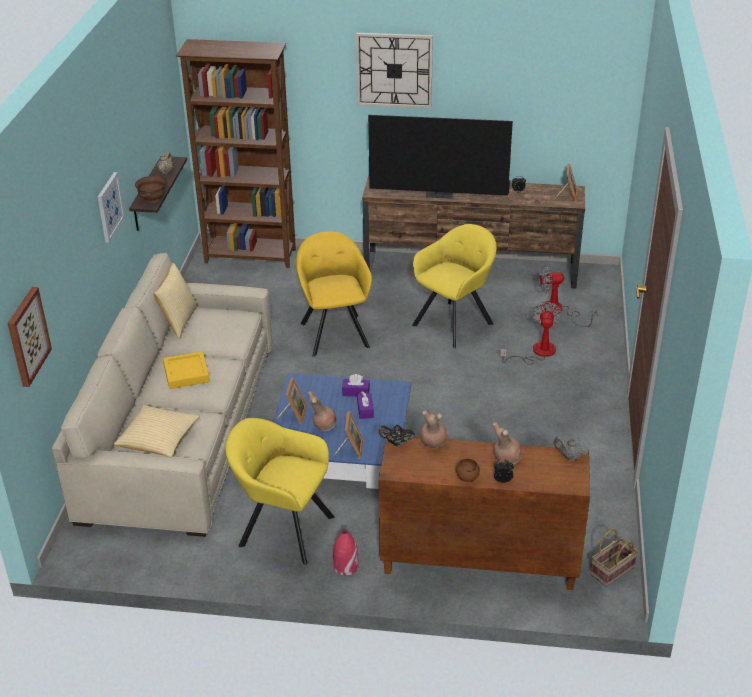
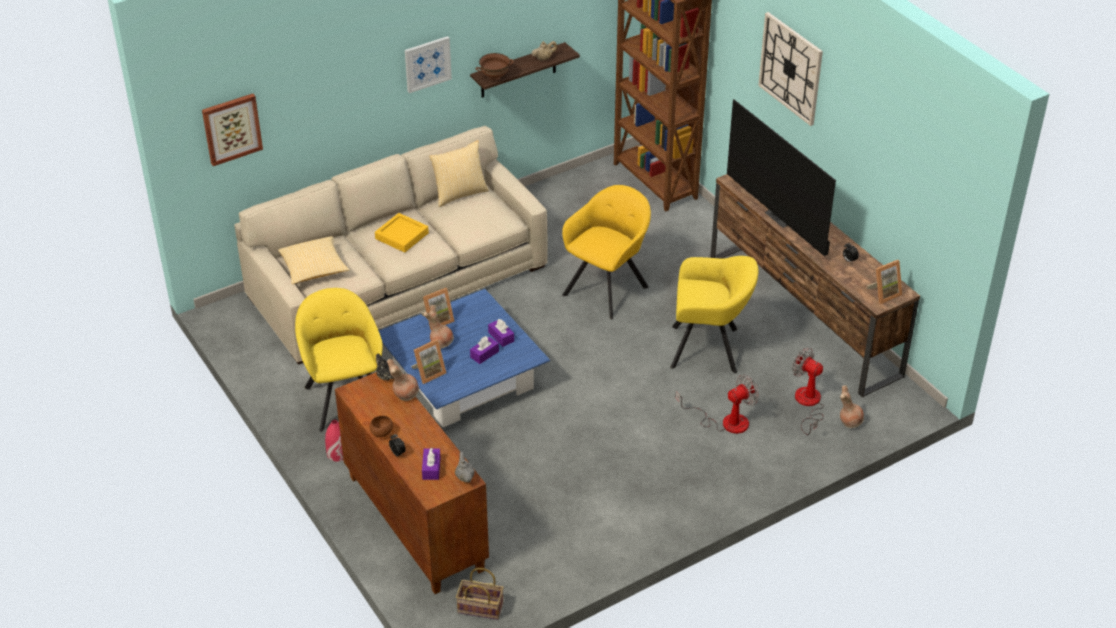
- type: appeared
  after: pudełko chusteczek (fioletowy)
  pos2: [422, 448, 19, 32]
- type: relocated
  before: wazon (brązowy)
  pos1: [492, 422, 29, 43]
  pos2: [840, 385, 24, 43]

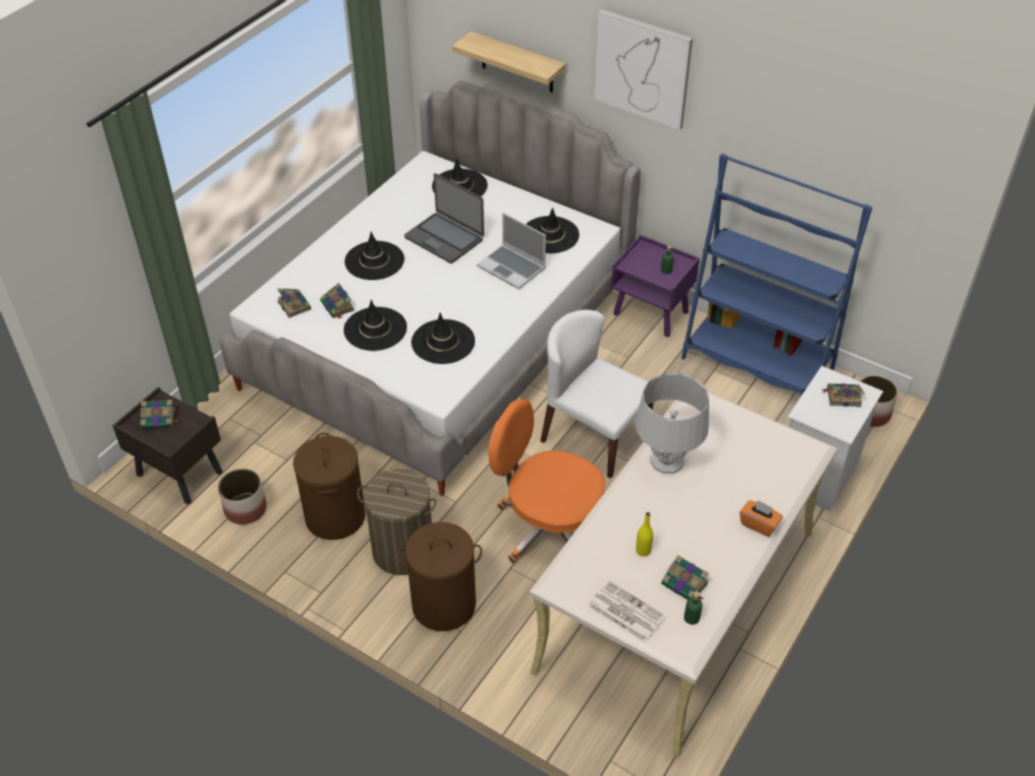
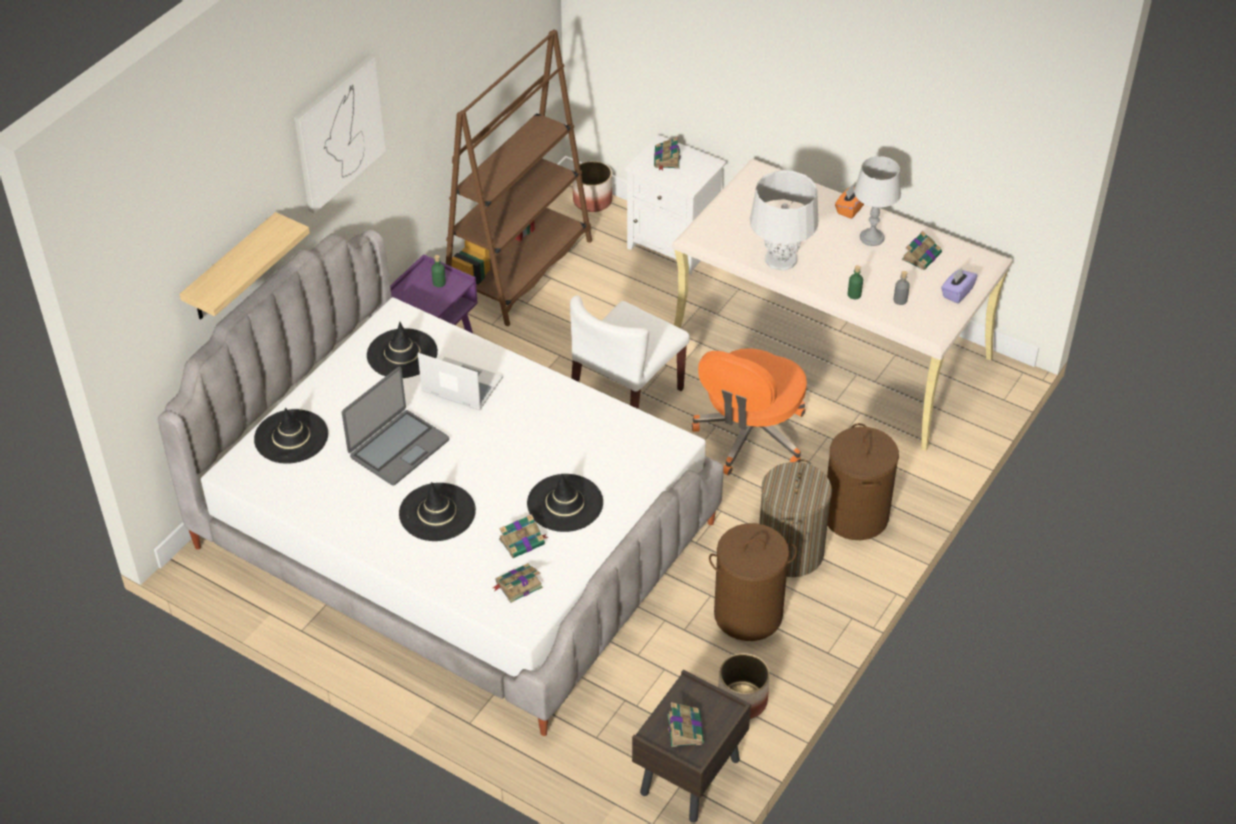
- type: missing
  before: kapelusz (czarny)
  pos1: [411, 313, 64, 51]
- type: missing
  before: butelka (żółty)
  pos1: [636, 512, 17, 45]
- type: appeared
  after: lampa stołowa (szary)
  pos2: [854, 156, 47, 90]
- type: appeared
  after: butelka (szary)
  pos2: [894, 271, 16, 34]
- type: relocated
  before: butelka (zielony)
  pos1: [684, 591, 19, 34]
  pos2: [848, 265, 15, 34]
- type: exchanged
  before: gazeta
  after: pudełko chusteczek (fioletowy)
  pos1: [588, 580, 78, 63]
  pos2: [941, 268, 37, 36]
- type: colour
  before: regał (niebieski)
  after: regał (brązowy)
  pos1: [681, 153, 192, 242]
  pos2: [446, 29, 146, 297]
- type: spun
  before: laptop
  pos1: [477, 213, 69, 76]
  pos2: [418, 353, 85, 57]
  turn: -105

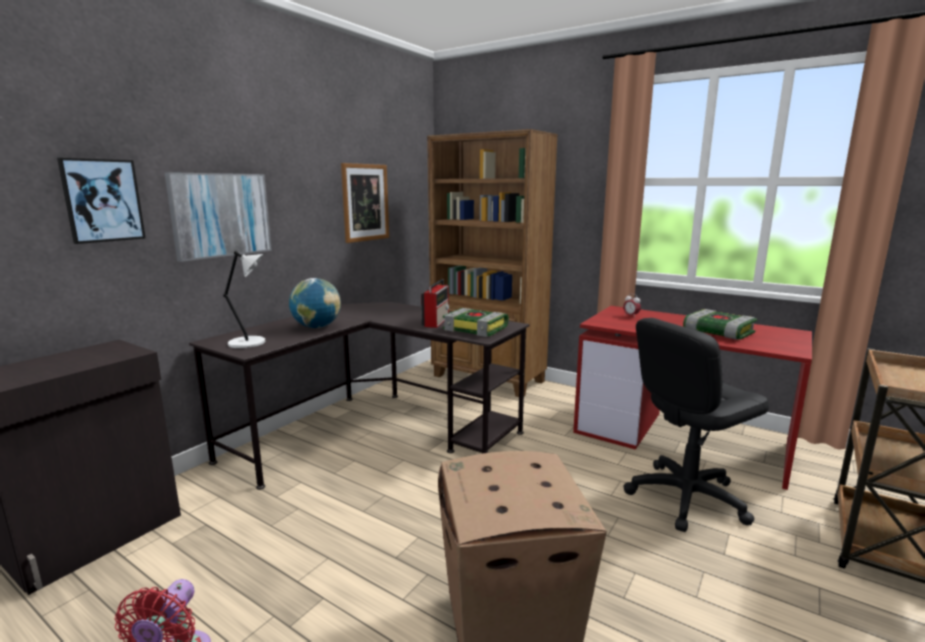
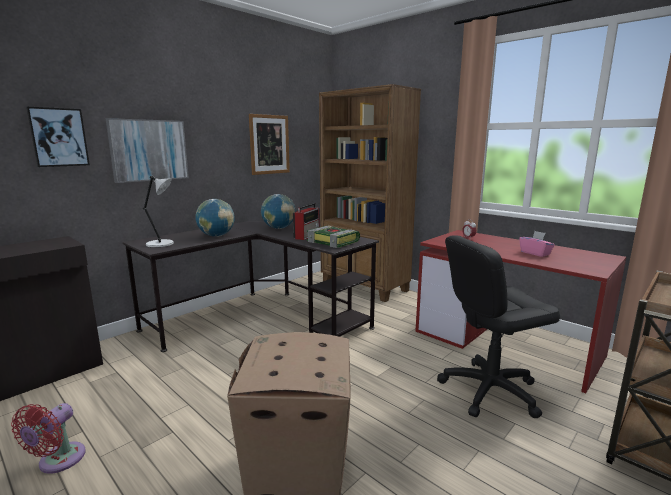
- type: appeared
  after: globus
  pos2: [261, 194, 35, 35]
- type: exchanged
  before: książka
  after: pudełko chusteczek (różowy)
  pos1: [683, 309, 74, 31]
  pos2: [519, 231, 36, 26]

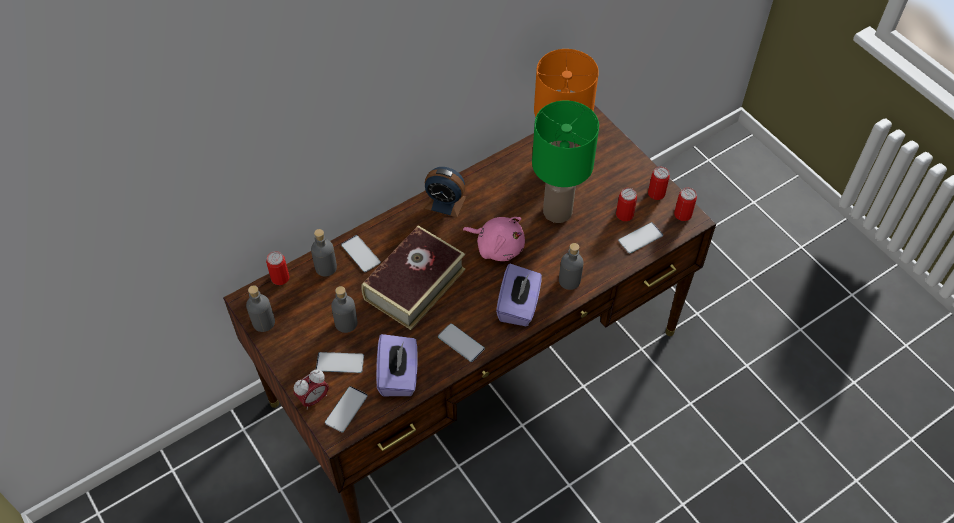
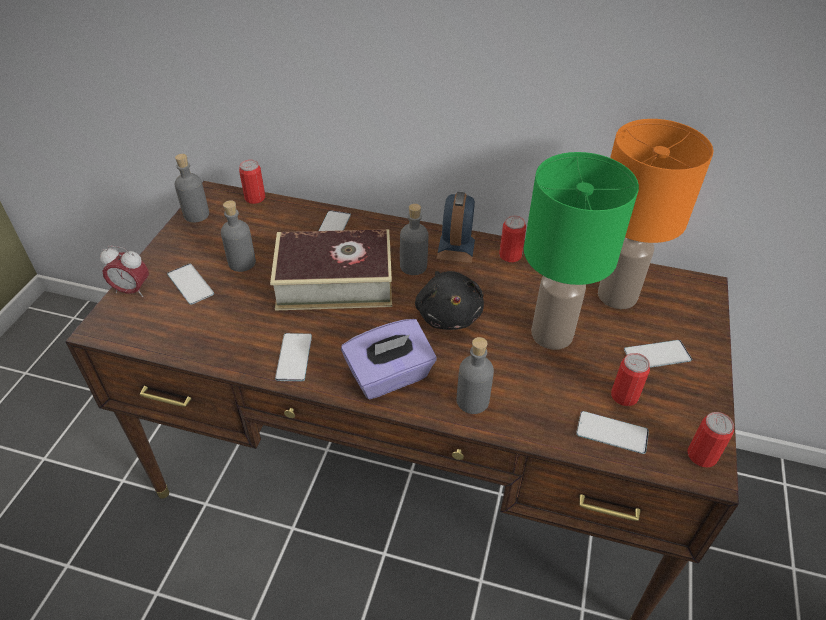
- type: missing
  before: pudełko chusteczek (fioletowy)
  pos1: [376, 334, 41, 62]
- type: relocated
  before: butelka (szary)
  pos1: [311, 229, 26, 48]
  pos2: [400, 204, 28, 71]
- type: relocated
  before: telefon
  pos1: [325, 386, 43, 47]
  pos2: [624, 340, 68, 28]
- type: relocated
  before: puszka
  pos1: [648, 167, 22, 33]
  pos2: [499, 216, 27, 46]
- type: colour
  before: pluszak (różowy)
  after: pluszak (czarny)
  pos1: [463, 217, 62, 44]
  pos2: [415, 271, 69, 59]
- type: spun
  before: budzik
  pos1: [425, 167, 41, 50]
  pos2: [436, 192, 40, 71]
  turn: -150

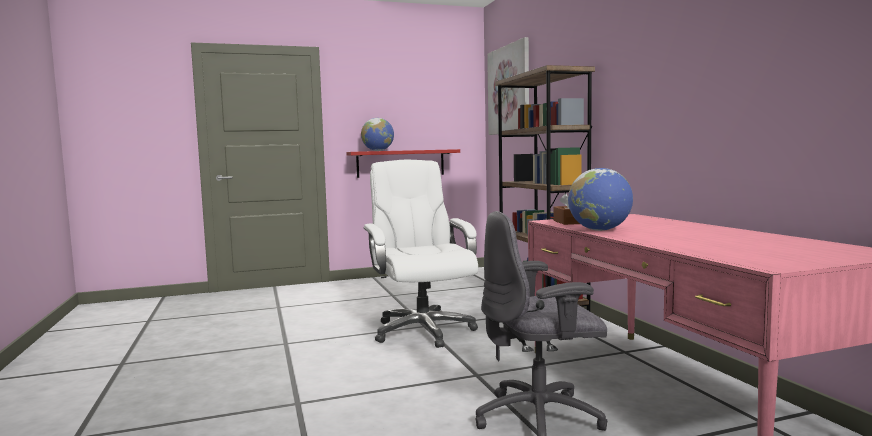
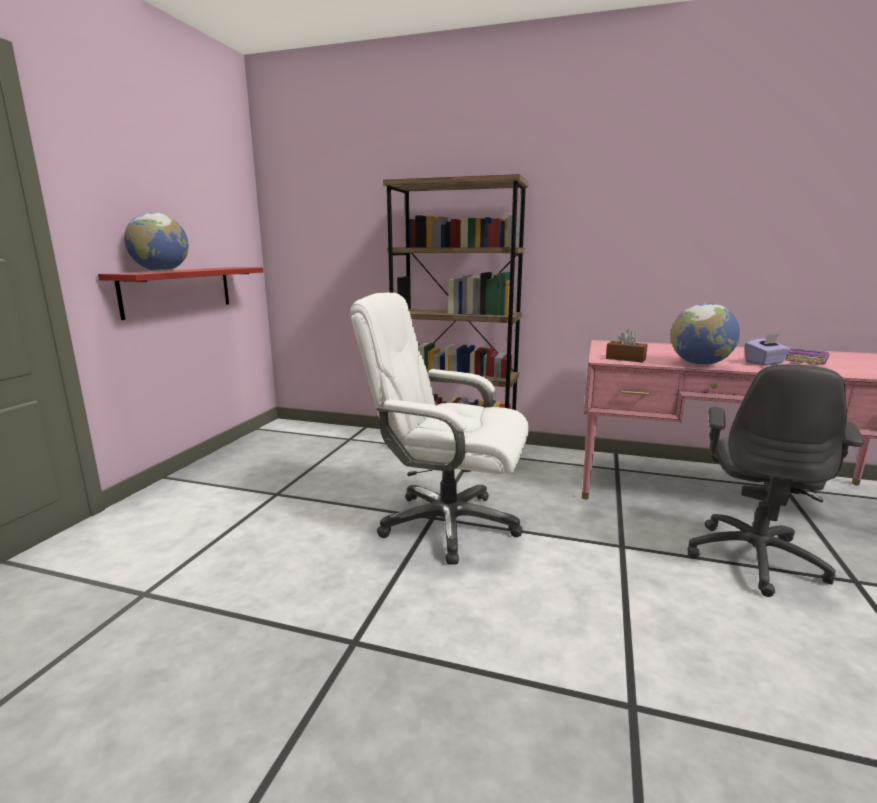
- type: missing
  before: obraz
  pos1: [487, 37, 42, 98]
- type: appeared
  after: pudełko chusteczek (fioletowy)
  pos2: [745, 334, 45, 32]
- type: appeared
  after: książka (fioletowy)
  pos2: [785, 348, 45, 17]

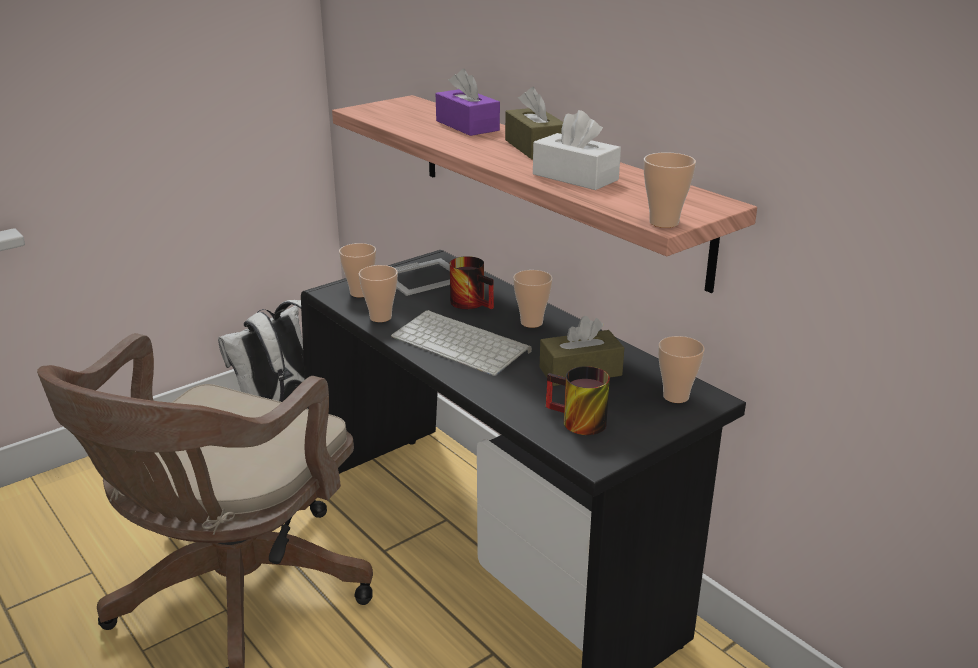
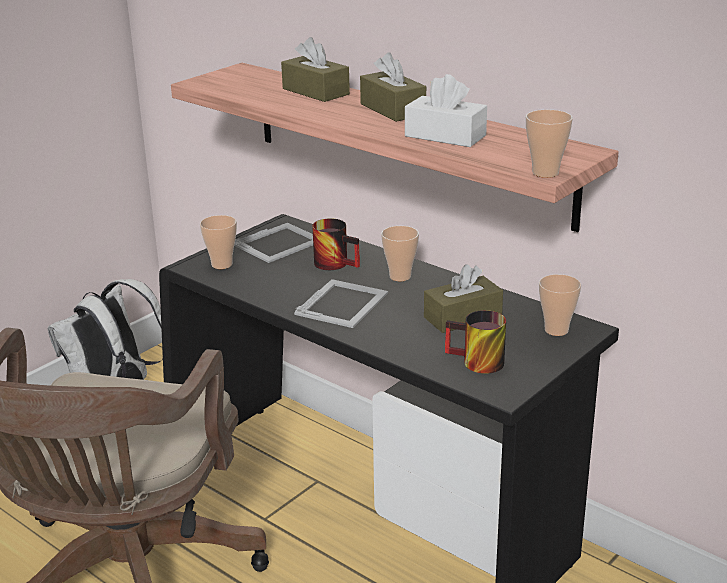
- type: missing
  before: filiżanka
  pos1: [359, 265, 39, 57]
- type: exchanged
  before: klawiatura
  after: ramka na zdjęcie
  pos1: [391, 310, 141, 66]
  pos2: [294, 279, 94, 49]
- type: colour
  before: pudełko chusteczek (fioletowy)
  after: pudełko chusteczek (brązowy)
  pos1: [436, 69, 64, 67]
  pos2: [281, 37, 69, 65]

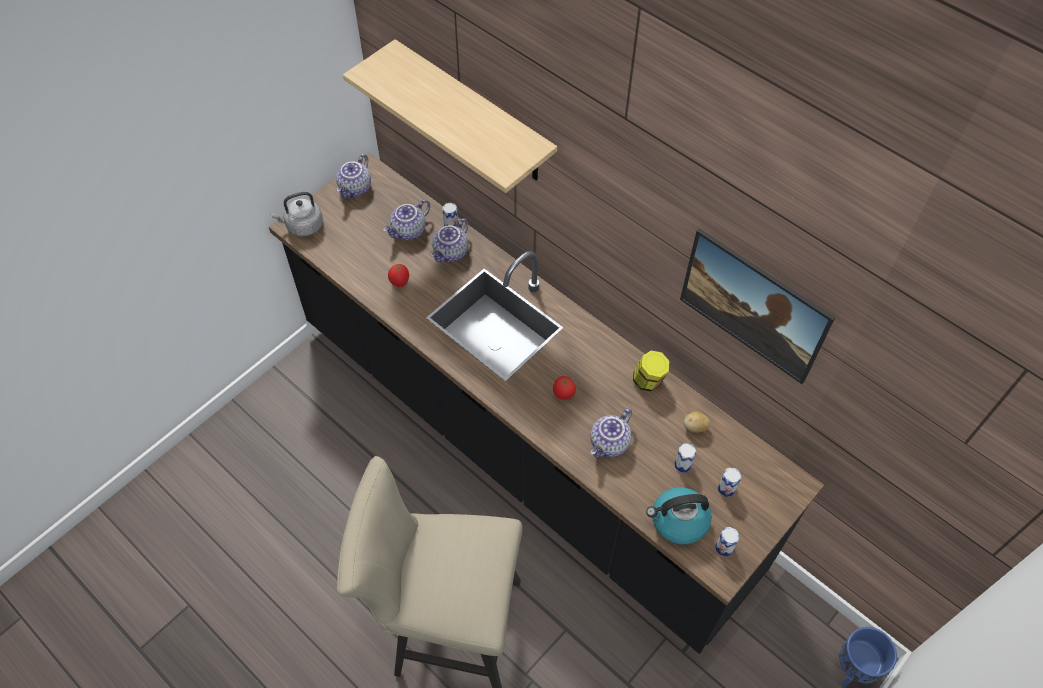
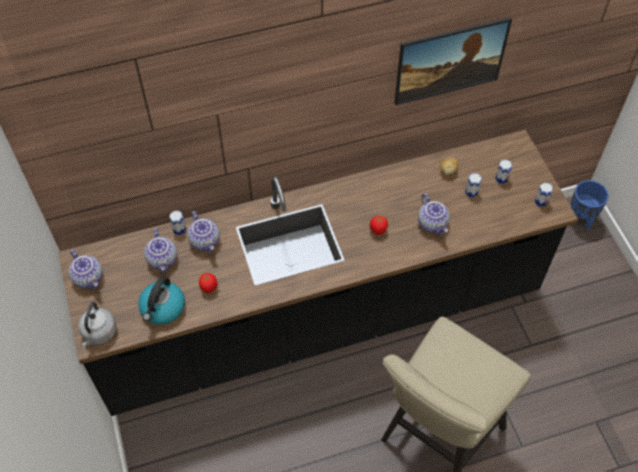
- type: missing
  before: półka
  pos1: [343, 39, 214, 154]
- type: missing
  before: słoik
  pos1: [633, 351, 36, 40]
- type: relocated
  before: czajnik
  pos1: [646, 487, 66, 58]
  pos2: [138, 276, 47, 48]

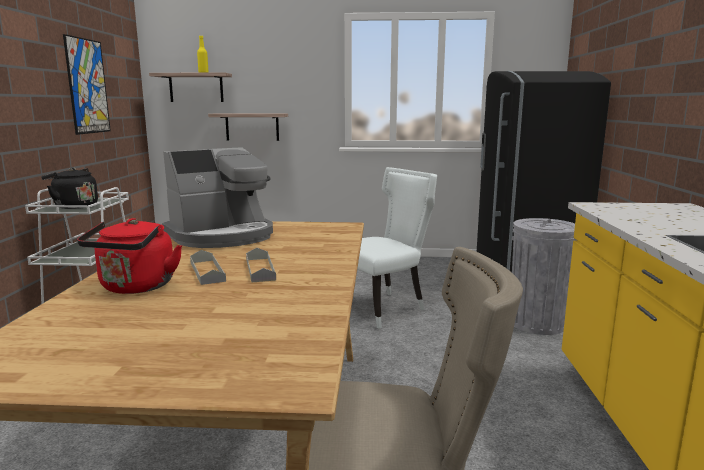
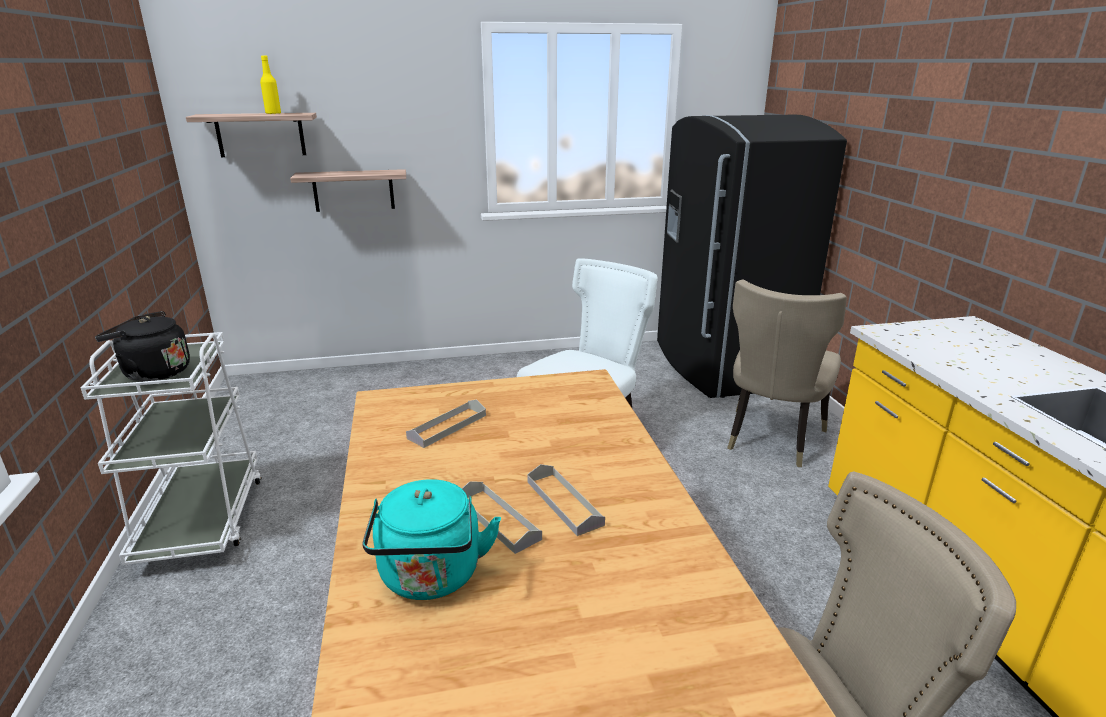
- type: missing
  before: obraz
  pos1: [63, 34, 48, 101]
- type: exchanged
  before: ekspres do kawy
  after: taca (szary)
  pos1: [162, 147, 111, 101]
  pos2: [406, 399, 80, 49]
- type: exchanged
  before: kosz na śmieci (szary)
  after: krzesło (beżowy)
  pos1: [512, 218, 64, 117]
  pos2: [727, 280, 120, 187]
- type: colour
  before: czajnik (czerwony)
  after: czajnik (turkusowy)
  pos1: [77, 218, 105, 76]
  pos2: [363, 479, 138, 121]

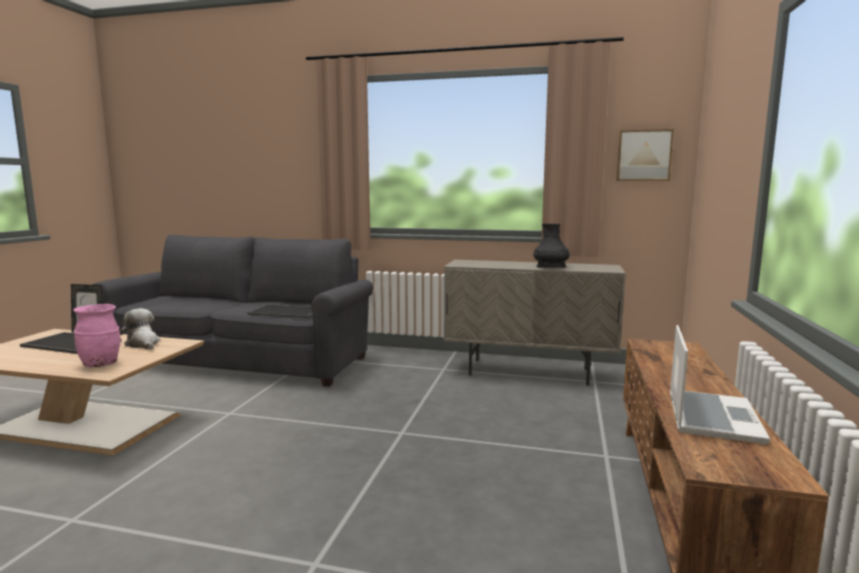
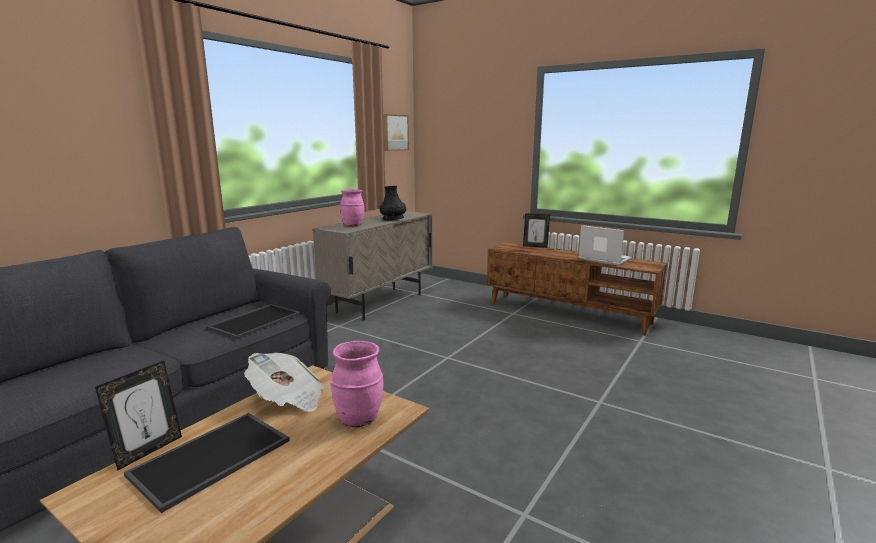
- type: appeared
  after: wazon (różowy)
  pos2: [340, 189, 25, 38]
- type: appeared
  after: ramka na zdjęcie
  pos2: [523, 213, 27, 35]
- type: exchanged
  before: pluszak
  after: gazeta
  pos1: [120, 308, 41, 42]
  pos2: [244, 353, 80, 59]

